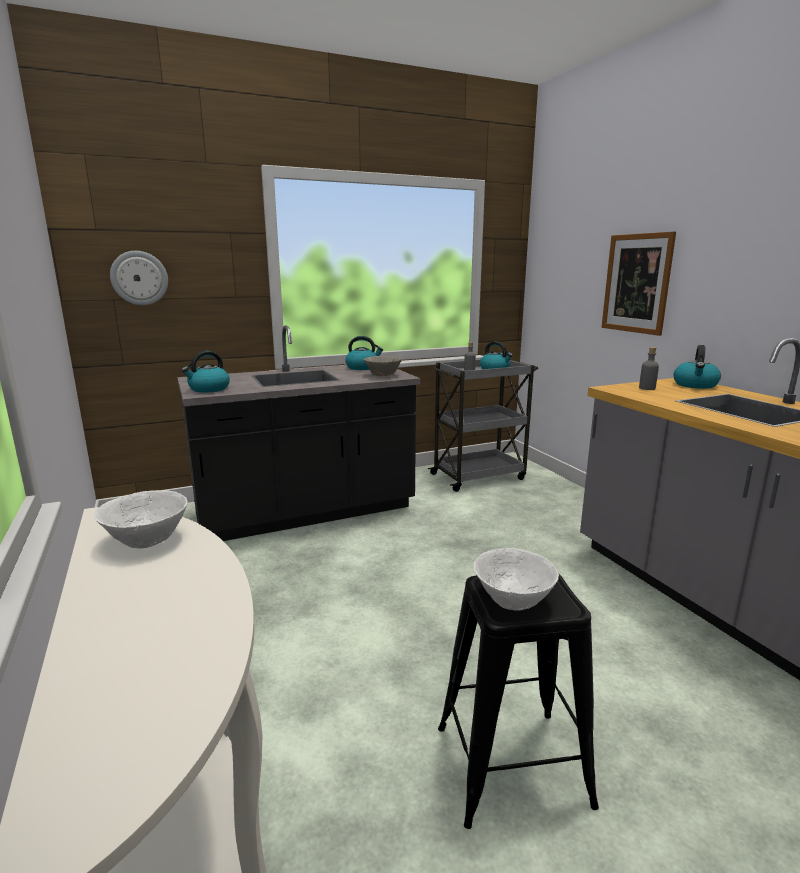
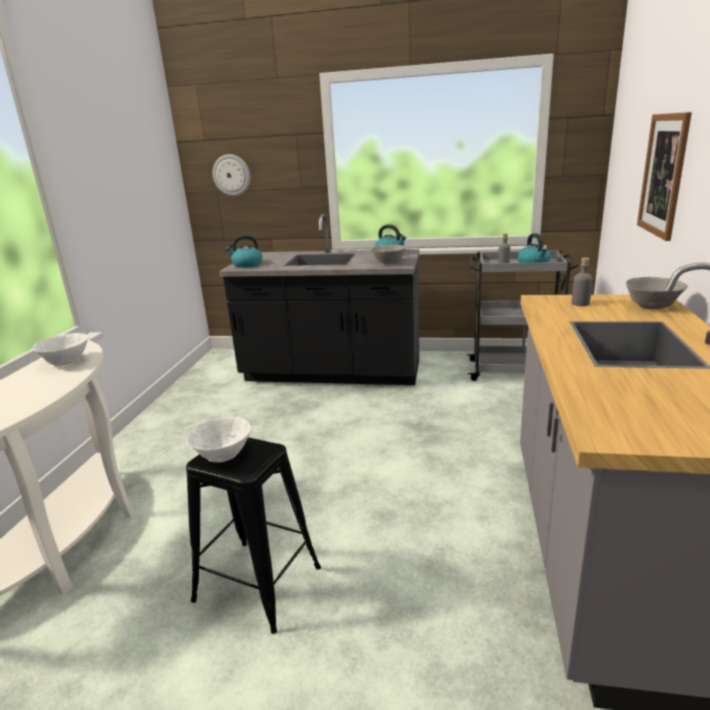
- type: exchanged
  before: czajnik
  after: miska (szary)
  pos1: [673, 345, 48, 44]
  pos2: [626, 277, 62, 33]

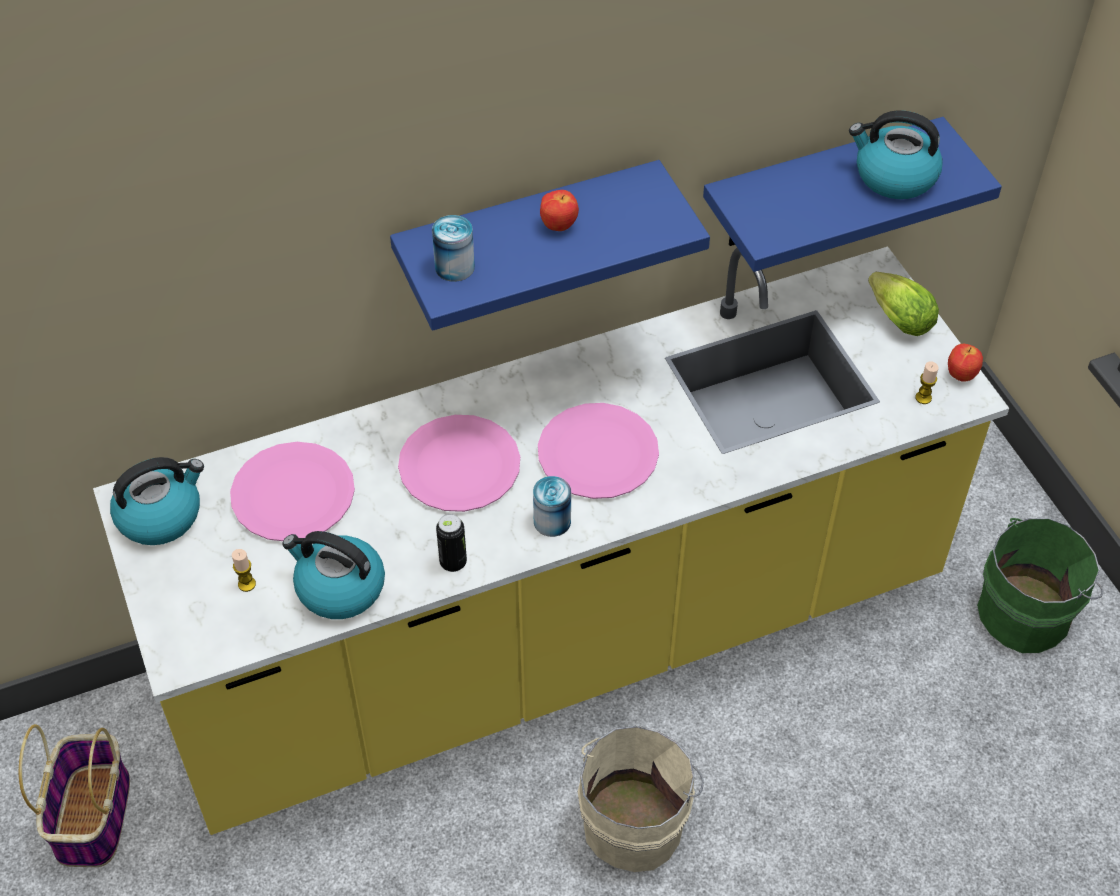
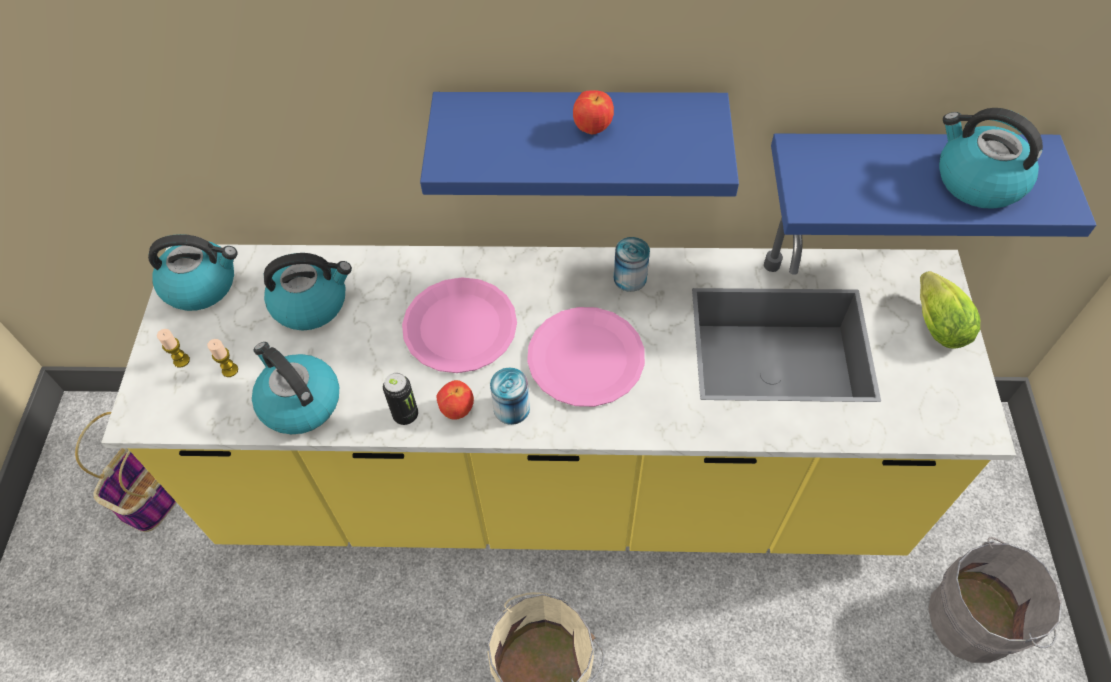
- type: relocated
  before: puszka
  pos1: [432, 215, 43, 67]
  pos2: [614, 237, 36, 55]
- type: relocated
  before: świeca
  pos1: [915, 361, 24, 43]
  pos2: [157, 329, 33, 39]
- type: relocated
  before: jabłko
  pos1: [948, 344, 35, 38]
  pos2: [436, 380, 38, 40]
- type: exchanged
  before: talerz (różowy)
  after: czajnik
  pos1: [230, 442, 125, 99]
  pos2: [264, 253, 88, 78]
- type: colour
  before: wiadro (zielony)
  after: wiadro (szary)
  pos1: [977, 518, 126, 135]
  pos2: [928, 537, 134, 126]

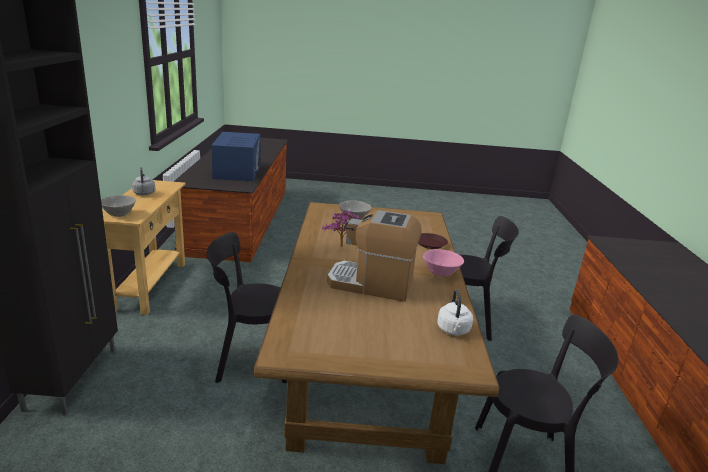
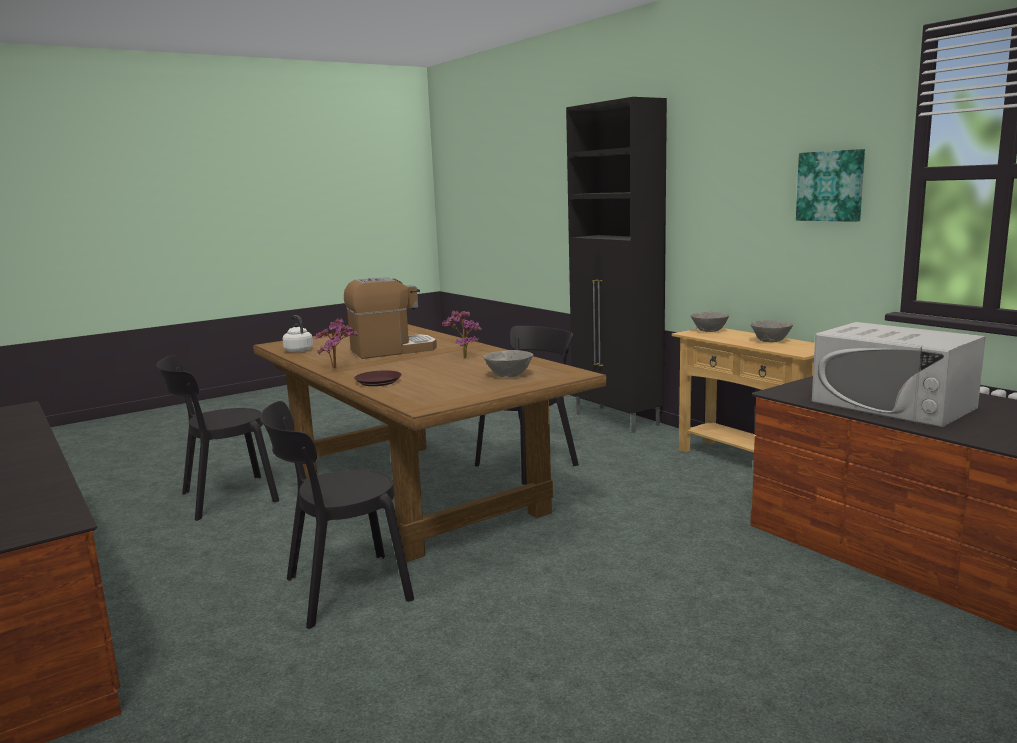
- type: appeared
  after: obraz
  pos2: [796, 149, 69, 73]
- type: exchanged
  before: czajnik (szary)
  after: miska (szary)
  pos1: [132, 167, 23, 28]
  pos2: [750, 320, 43, 22]
- type: exchanged
  before: miska (różowy)
  after: roślina doniczkowa
  pos1: [423, 249, 41, 27]
  pos2: [315, 318, 43, 50]
- type: colour
  before: mikrofalówka (niebieski)
  after: mikrofalówka (biały)
  pos1: [211, 132, 50, 49]
  pos2: [812, 322, 174, 105]

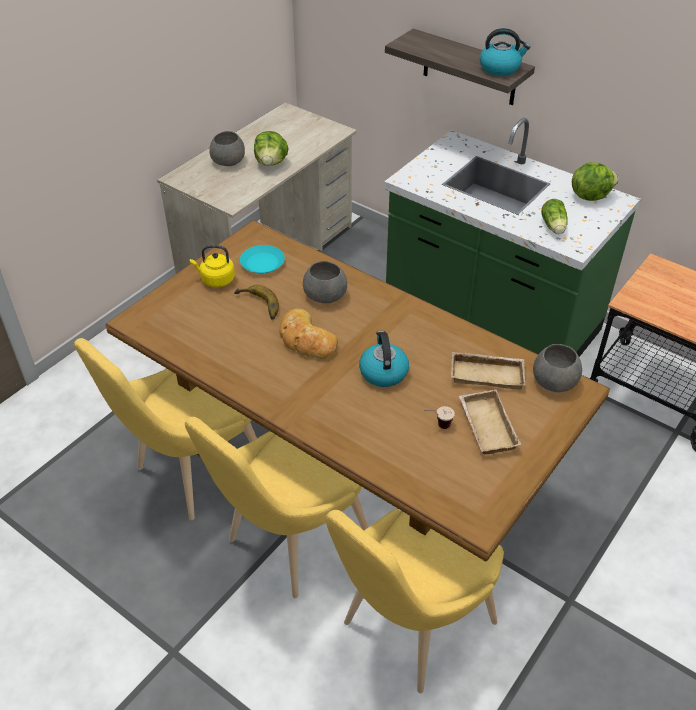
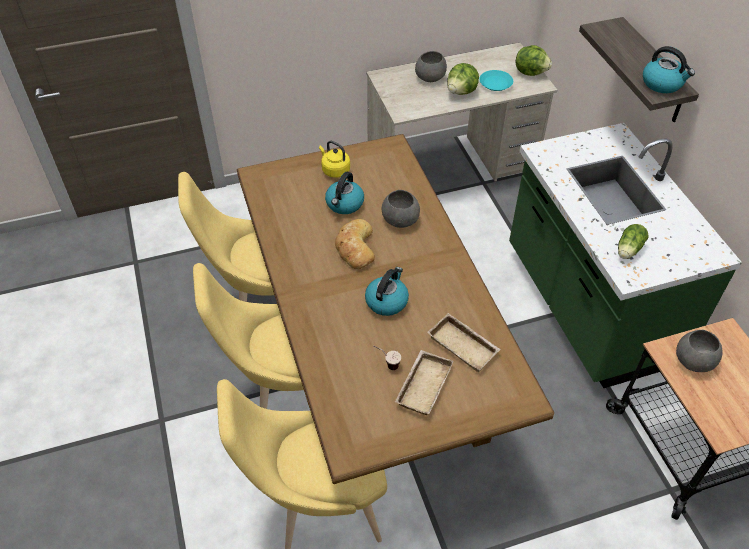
- type: relocated
  before: talerz (turkusowy)
  pos1: [240, 245, 45, 29]
  pos2: [479, 70, 34, 21]
- type: relocated
  before: miska (szary)
  pos1: [533, 344, 49, 48]
  pos2: [676, 330, 47, 42]
- type: relocated
  before: sałata
  pos1: [572, 162, 47, 39]
  pos2: [516, 45, 36, 31]
- type: exchanged
  before: banan
  after: czajnik
  pos1: [234, 285, 45, 35]
  pos2: [325, 172, 39, 42]

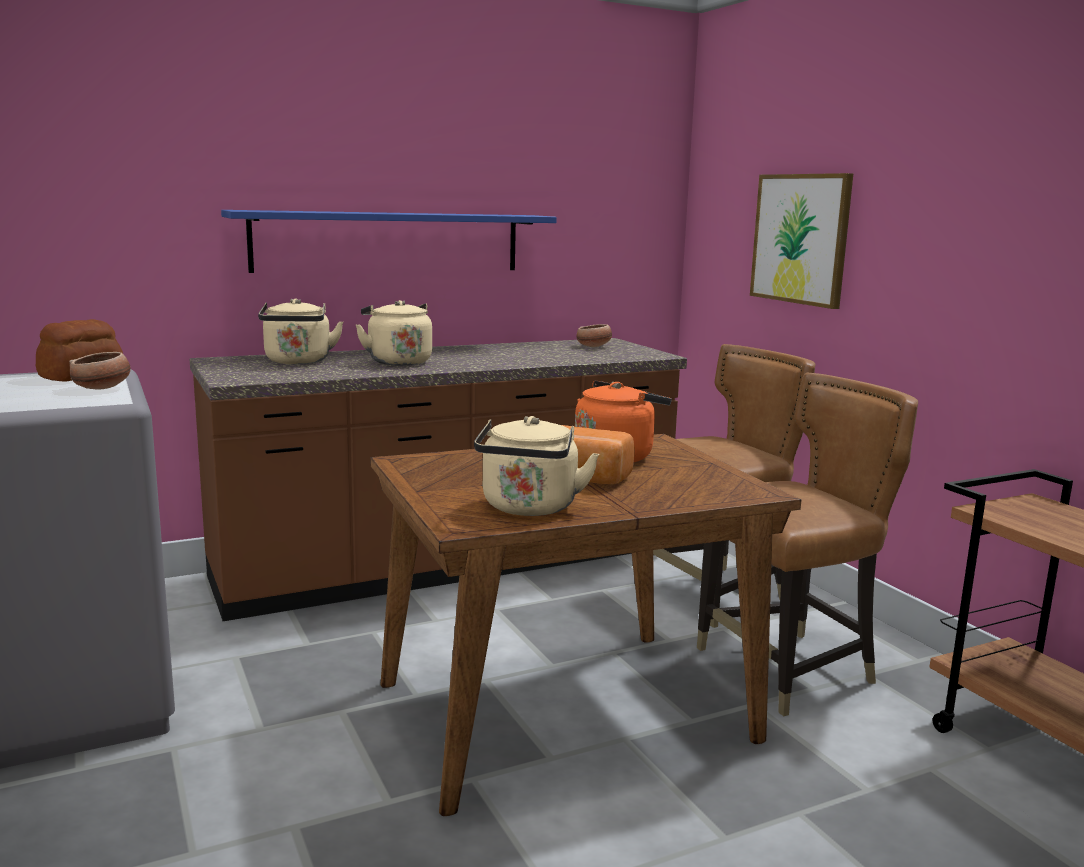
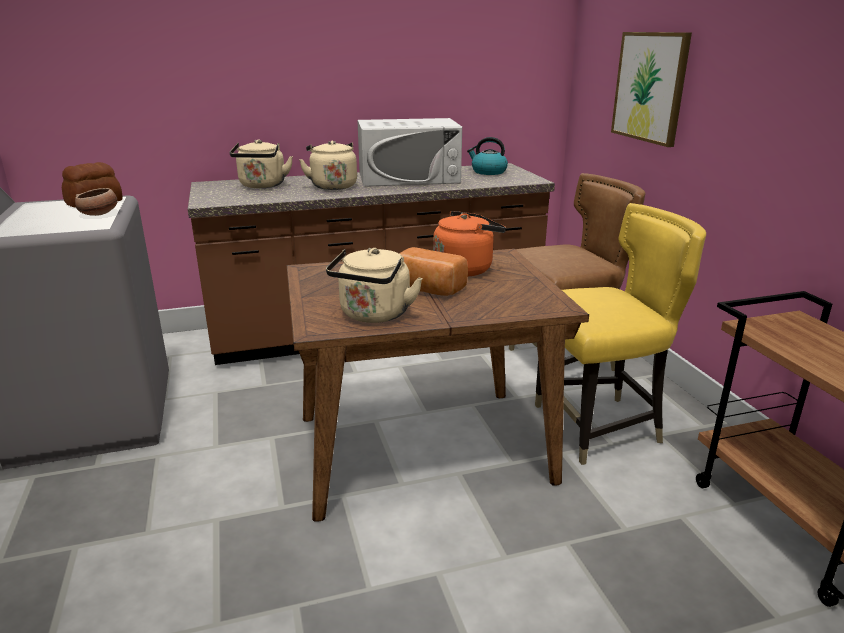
- type: missing
  before: półka (niebieski)
  pos1: [221, 210, 336, 63]
- type: appeared
  after: mikrofalówka (biały)
  pos2: [357, 118, 105, 69]
- type: exchanged
  before: miska
  after: czajnik
  pos1: [577, 324, 35, 23]
  pos2: [467, 137, 41, 38]
- type: colour
  before: krzesło (brązowy)
  after: krzesło (żółty)
  pos1: [697, 372, 221, 344]
  pos2: [535, 203, 171, 262]

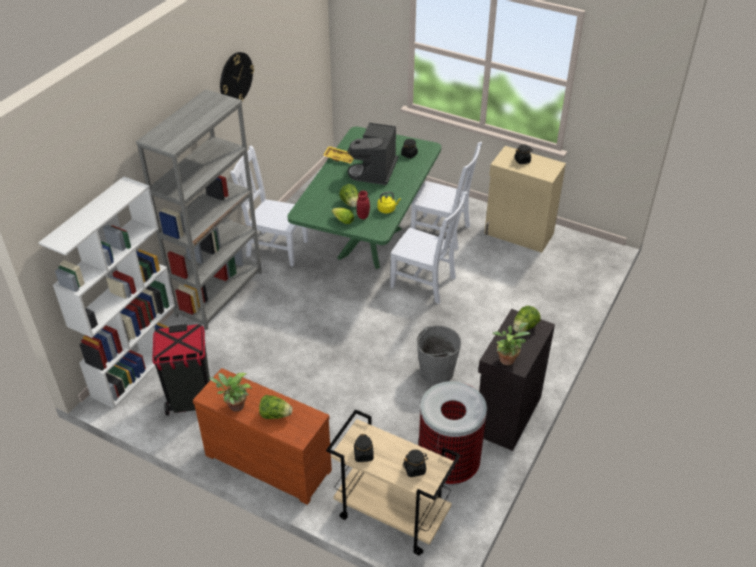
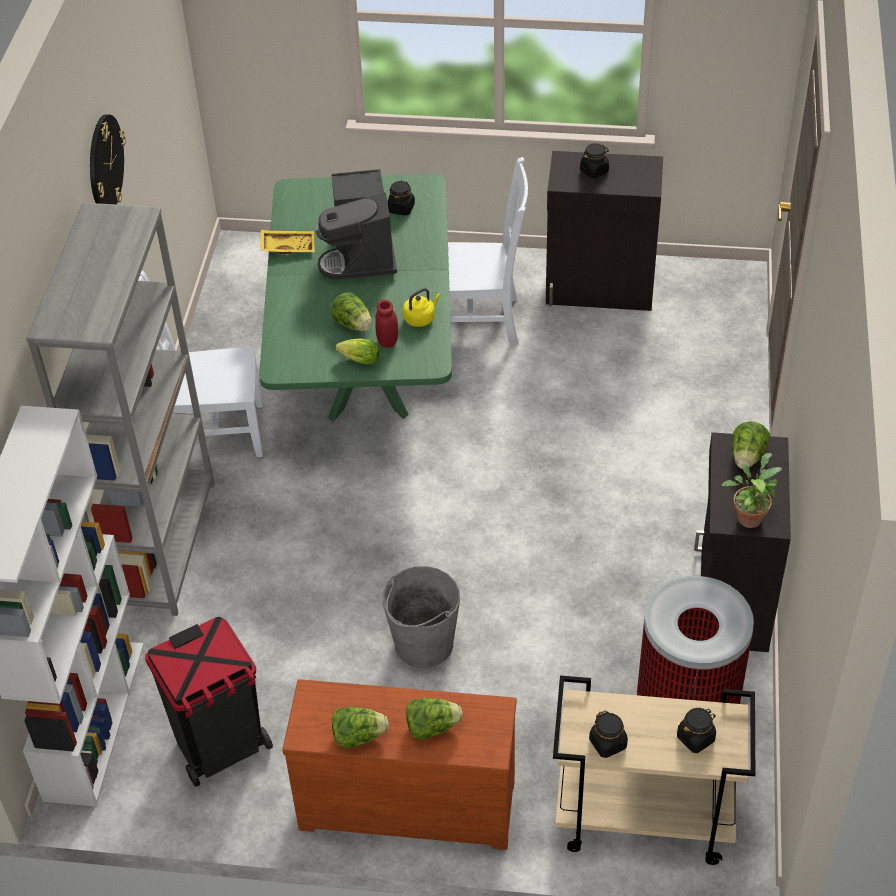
- type: missing
  before: krzesło (biały)
  pos1: [390, 191, 77, 113]
- type: relocated
  before: wiadro (szary)
  pos1: [417, 326, 44, 59]
  pos2: [382, 566, 78, 102]
- type: exchanged
  before: roślina doniczkowa
  after: sałata
  pos1: [209, 373, 43, 39]
  pos2: [332, 707, 57, 41]
- type: colour
  before: szafka (beżowy)
  after: szafka (czarny)
  pos1: [484, 146, 82, 107]
  pos2: [546, 151, 117, 160]

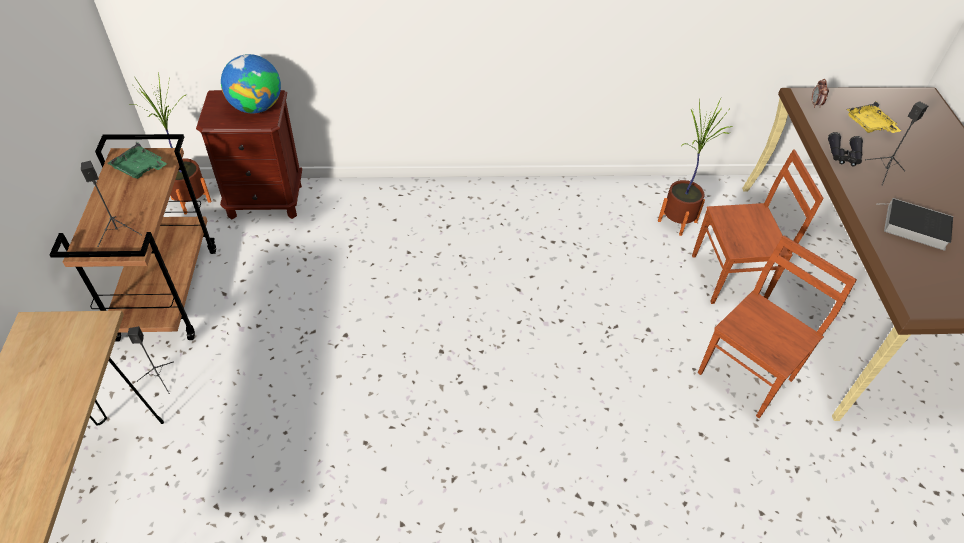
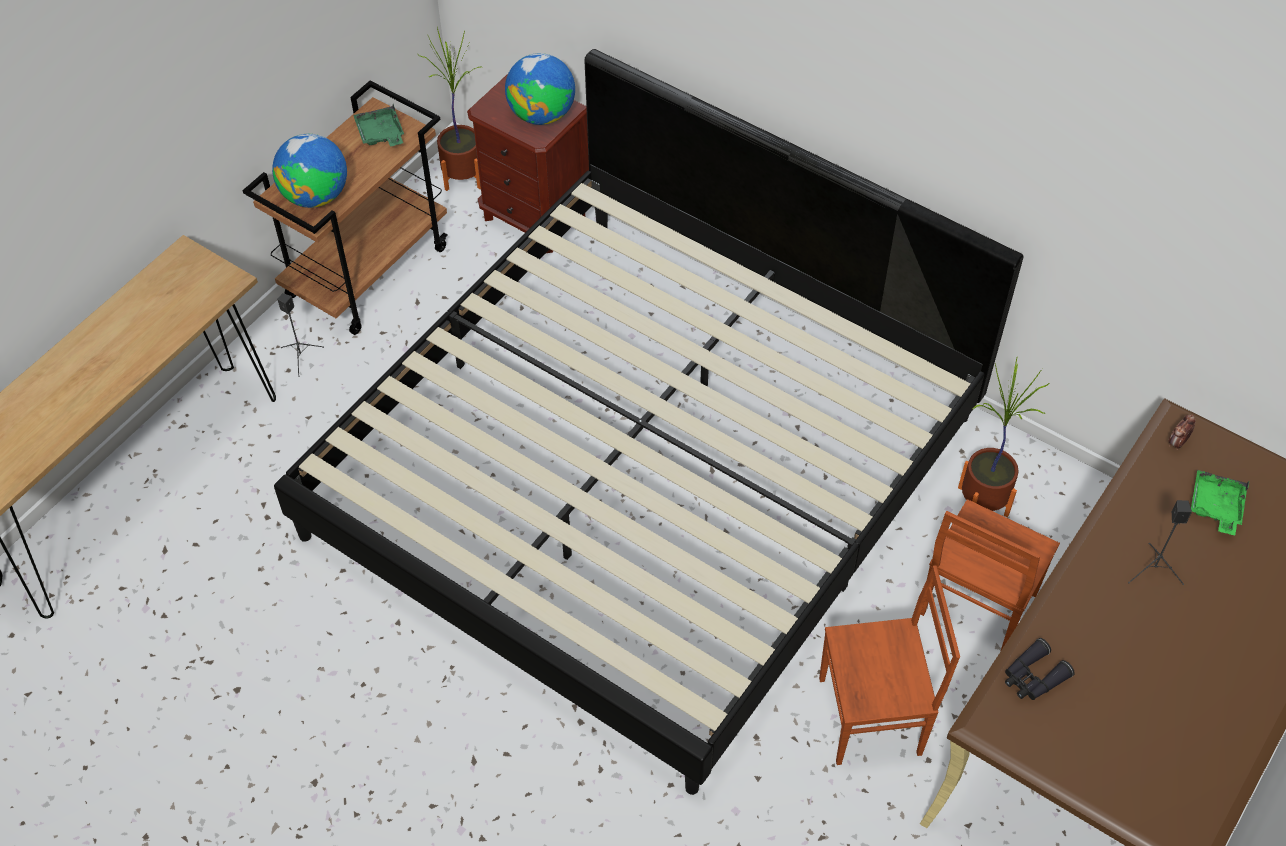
- type: missing
  before: książka
  pos1: [877, 198, 76, 53]
- type: appeared
  after: łóżko
  pos2: [274, 49, 750, 746]
- type: relocated
  before: lornetka (czarny)
  pos1: [828, 132, 35, 34]
  pos2: [1005, 638, 70, 62]
- type: exchanged
  before: głośnik (czarny)
  after: globus
  pos1: [81, 161, 61, 86]
  pos2: [272, 134, 75, 74]
- type: colour
  before: taca (żółty)
  after: taca (zielony)
  pos1: [847, 101, 54, 32]
  pos2: [1191, 470, 58, 65]
- type: spun
  before: krzesło (brązowy)
  pos1: [692, 150, 132, 154]
  pos2: [920, 499, 140, 153]
  turn: 90

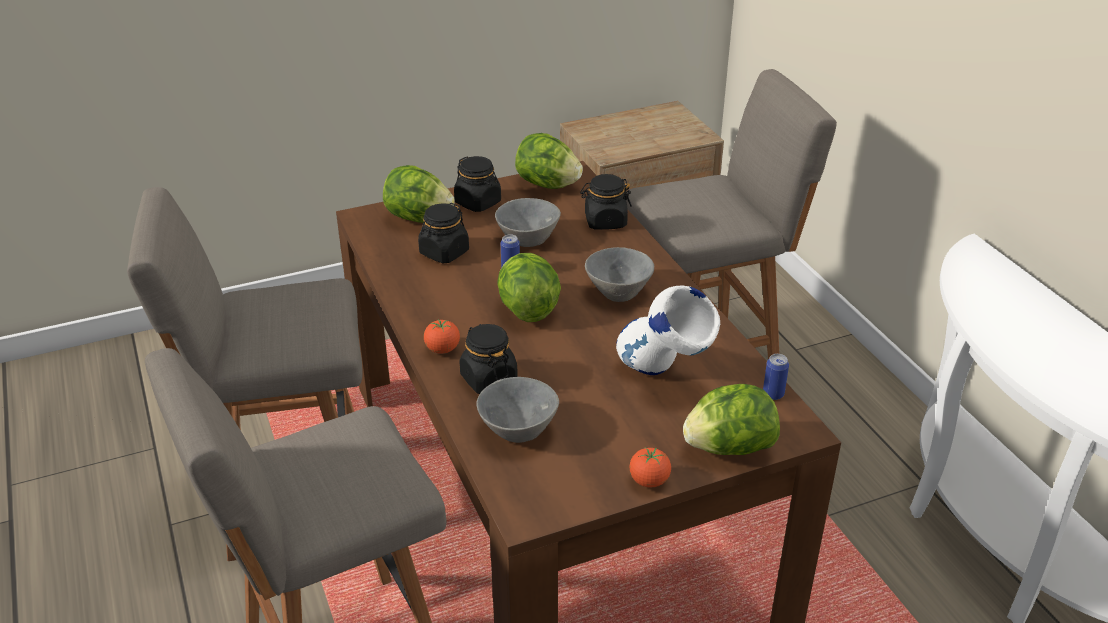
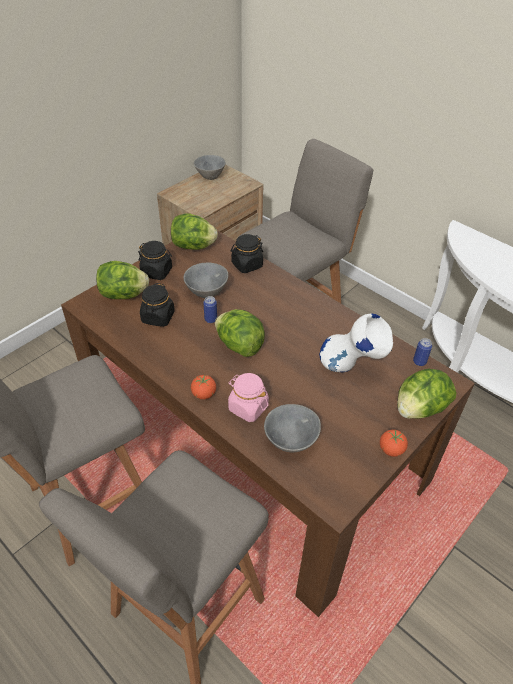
- type: relocated
  before: miska (szary)
  pos1: [585, 247, 69, 55]
  pos2: [194, 155, 32, 25]
- type: colour
  before: słoik (czarny)
  after: słoik (różowy)
  pos1: [460, 324, 58, 70]
  pos2: [228, 373, 41, 49]

